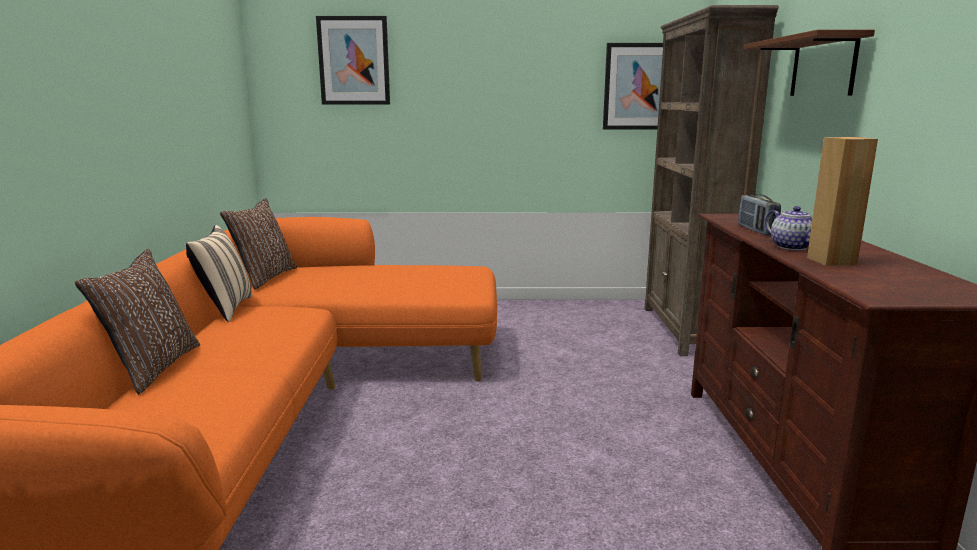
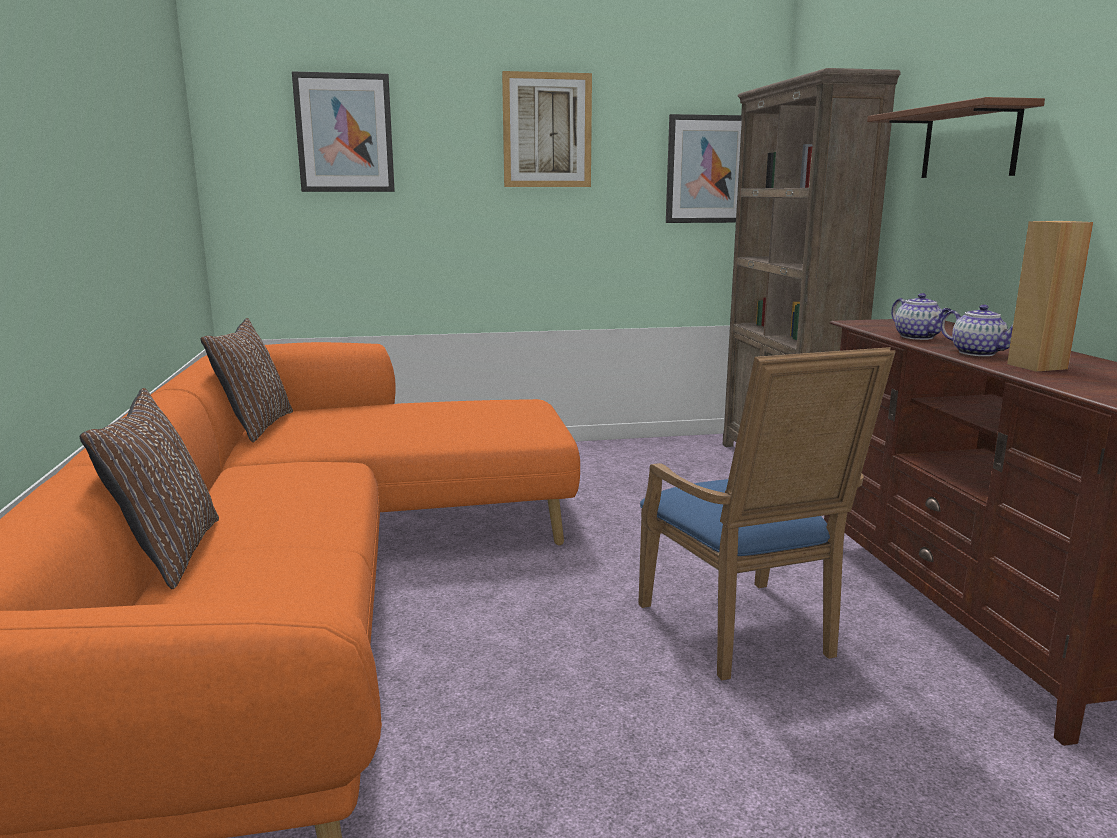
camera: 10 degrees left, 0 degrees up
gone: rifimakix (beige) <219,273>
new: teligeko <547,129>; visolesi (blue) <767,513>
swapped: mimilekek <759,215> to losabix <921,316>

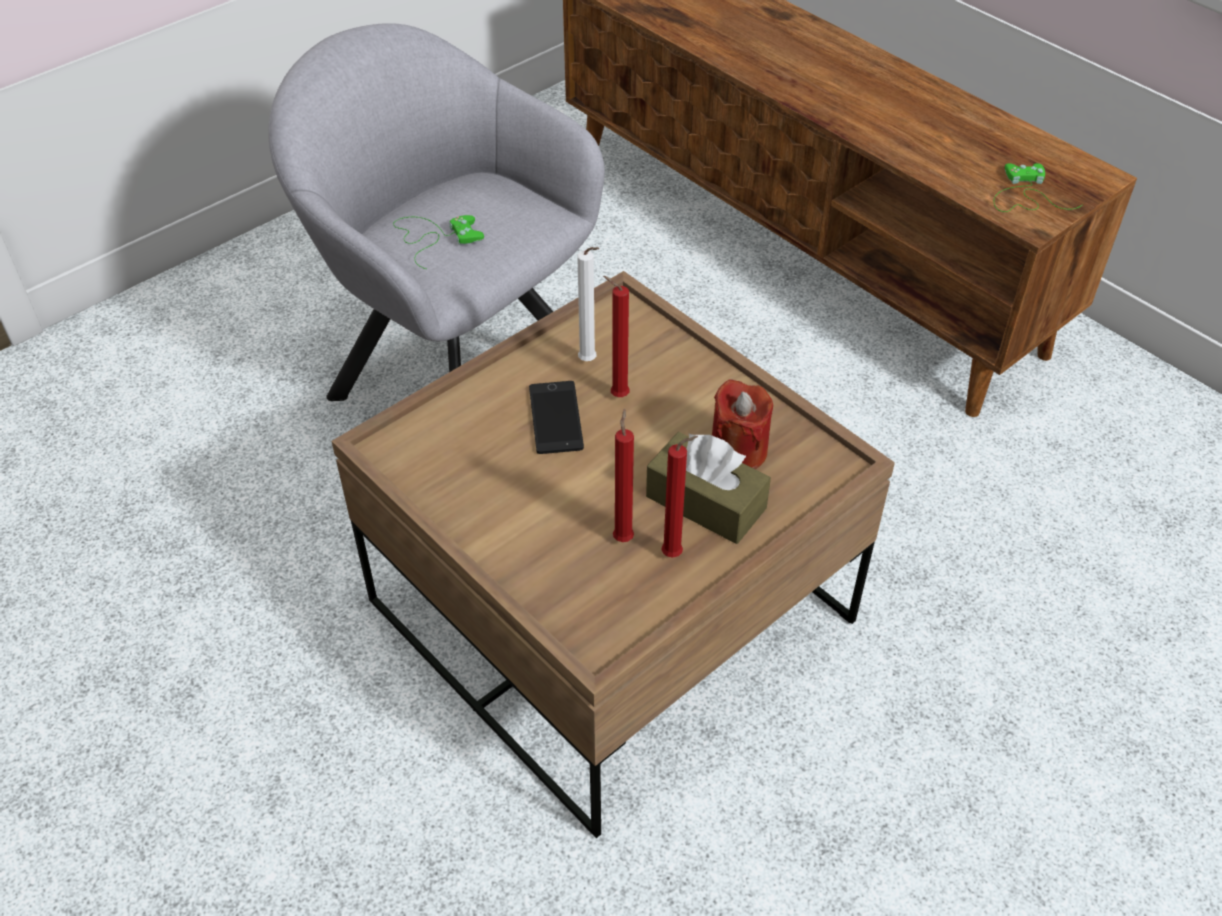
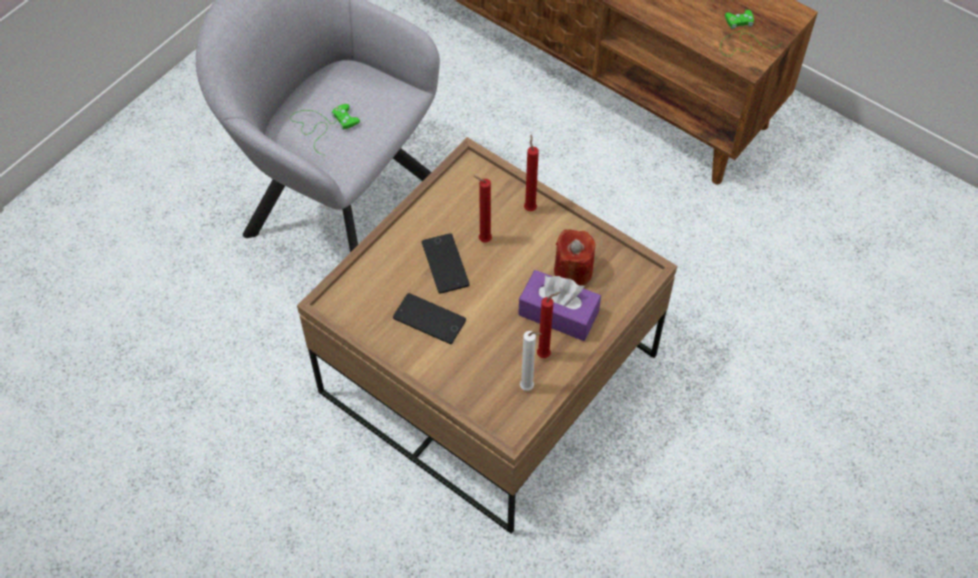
camera: 10 degrees left, 10 degrees up
new: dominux <429,318>
shifted: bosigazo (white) <588,304> to <531,361>; bosigazo (red) <623,475> to <531,173>
repainted: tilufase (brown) <708,488> to tilufase (purple) <559,305>

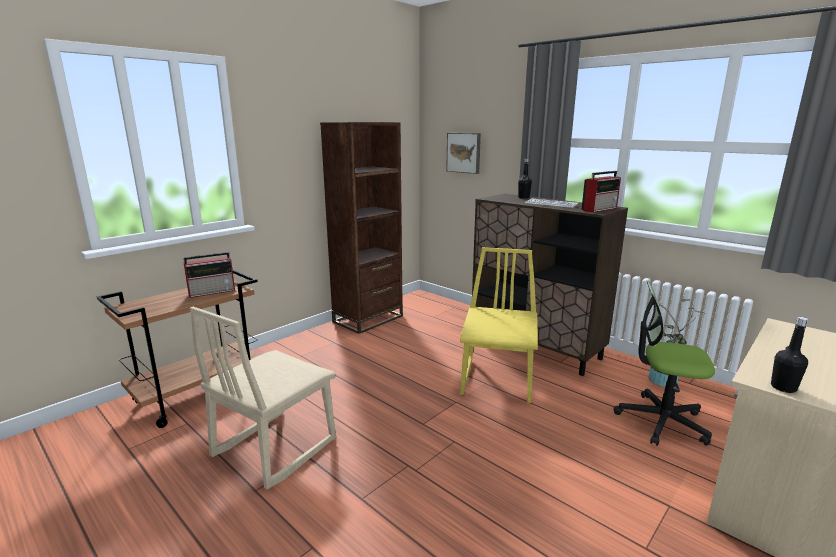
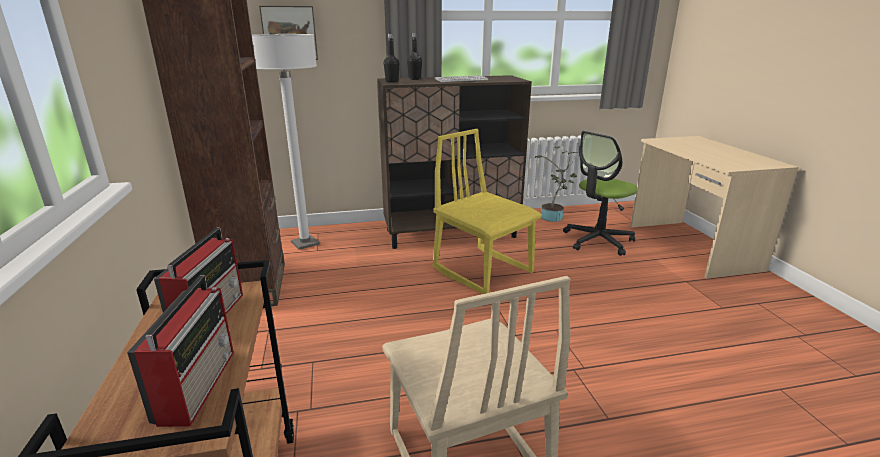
camera: 55 degrees left, 5 degrees up
new: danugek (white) <286,141>
shifted: mimilekek <601,192> to <180,351>; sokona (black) <789,355> to <391,58>

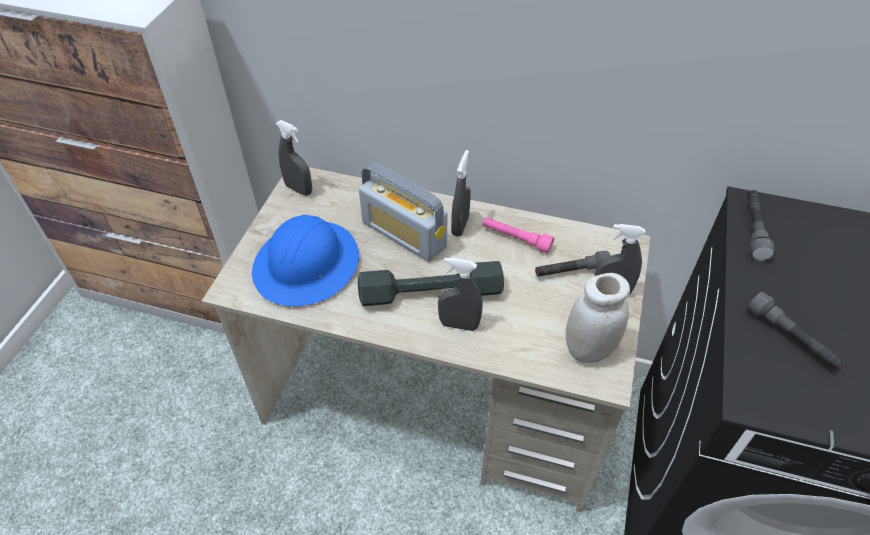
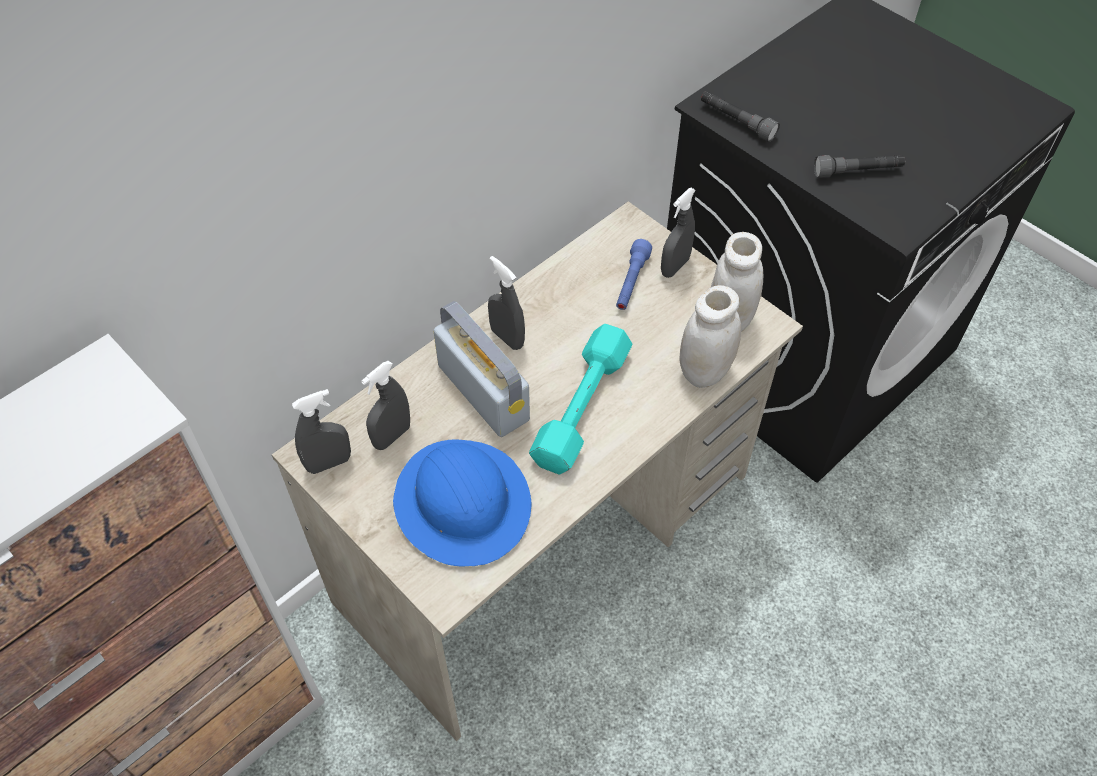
camera: 60 degrees left, 5 degrees up
gone: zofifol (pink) <518,235>
new: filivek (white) <710,336>
shifted: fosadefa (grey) <460,294> to <385,405>
repainted: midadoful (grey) <431,283> to midadoful (turquoise) <580,399>; zofifol (grey) <573,263> to zofifol (blue) <634,274>
rotated: mimilekek <403,212> = <481,369> 105 degrees counterclockwise

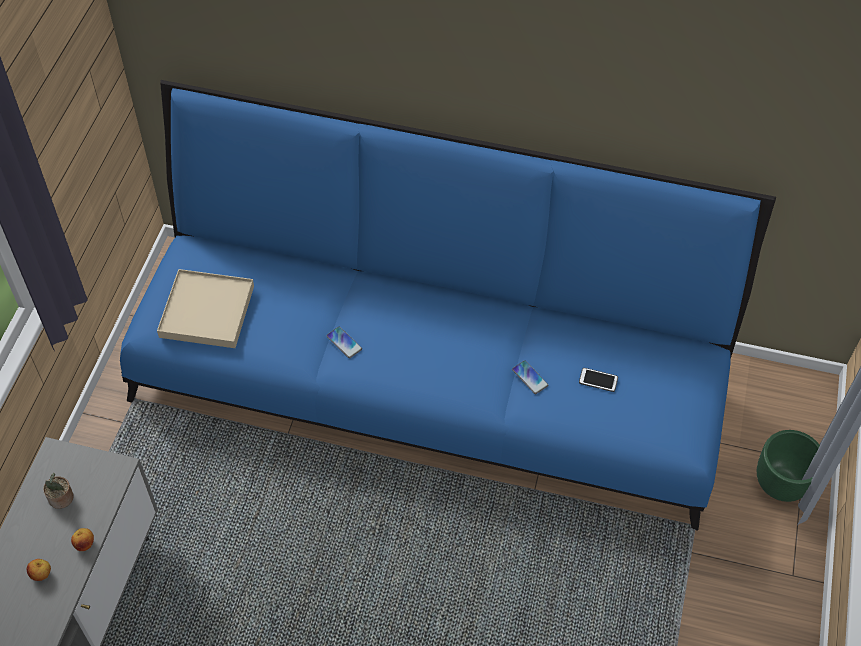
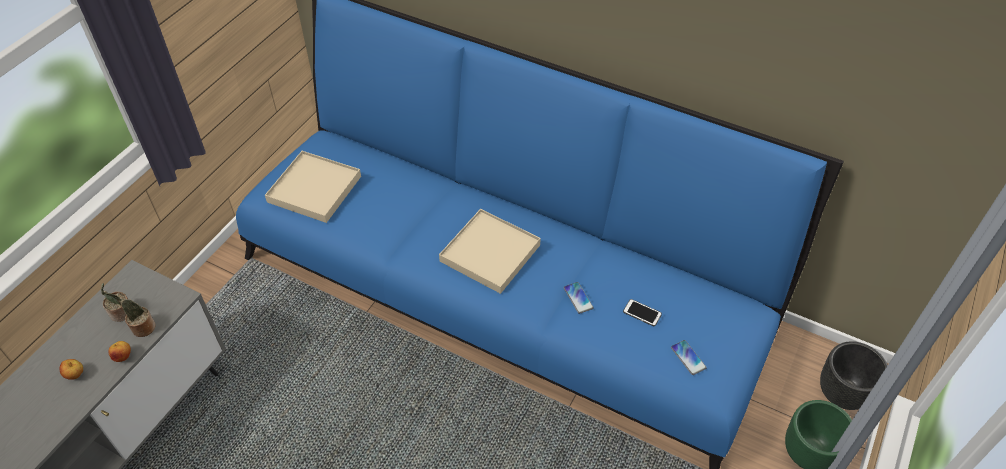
camera: 15 degrees right, 5 degrees down
new: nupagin <131,315>; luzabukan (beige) <490,251>; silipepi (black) <854,375>
shifted: dominux <344,342> to <689,357>

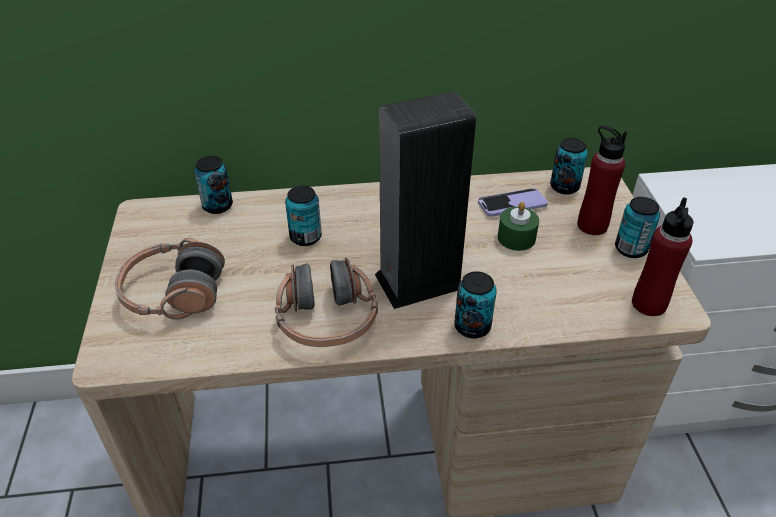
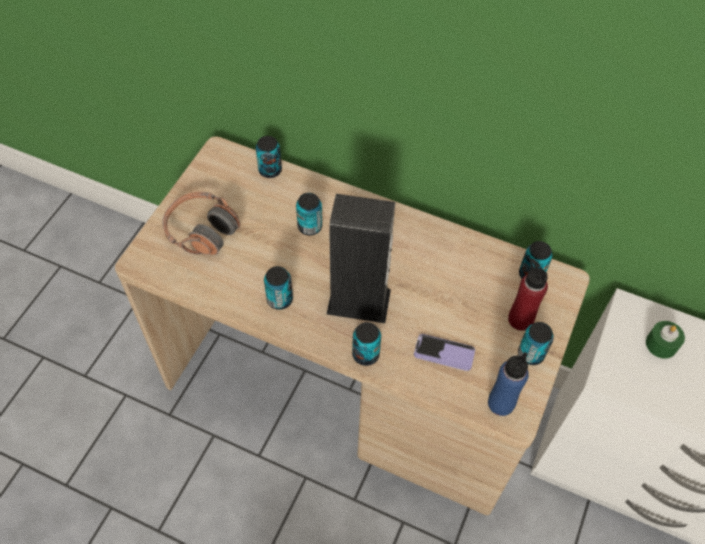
camera: 30 degrees right, 15 degrees up
shifted: dominux <513,202> to <444,352>; bosigazo (green) <518,226> to <665,340>
swapped: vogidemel <326,302> to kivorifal <278,288>
repainted: sokona (red) <663,256> to sokona (blue) <508,384>

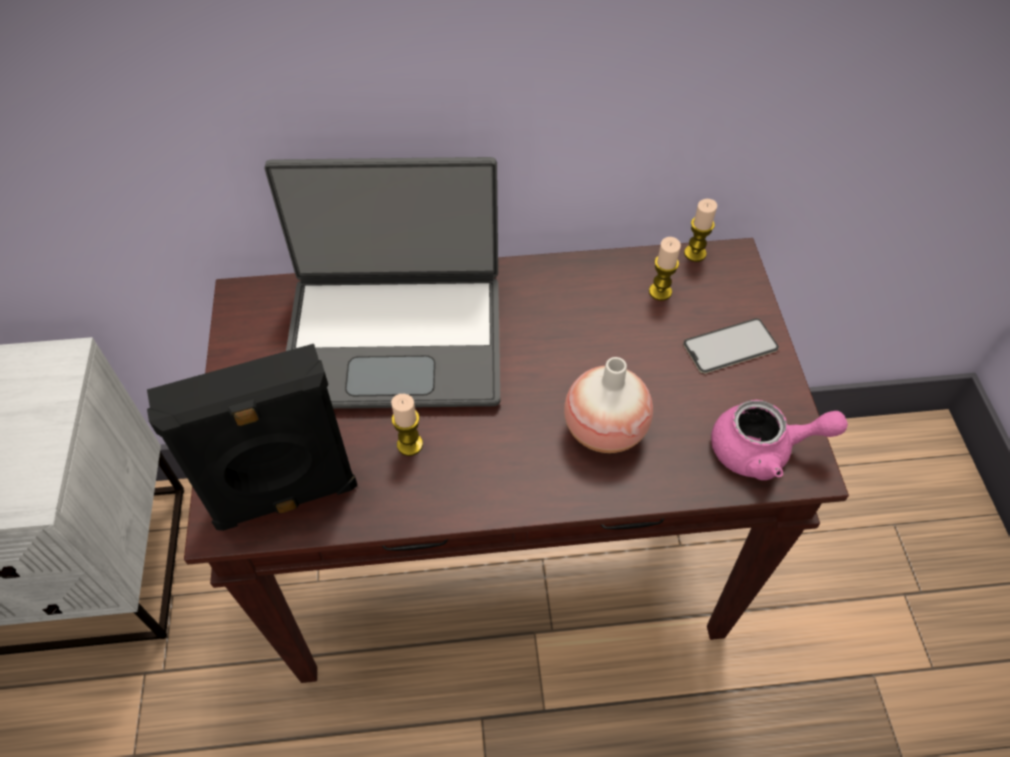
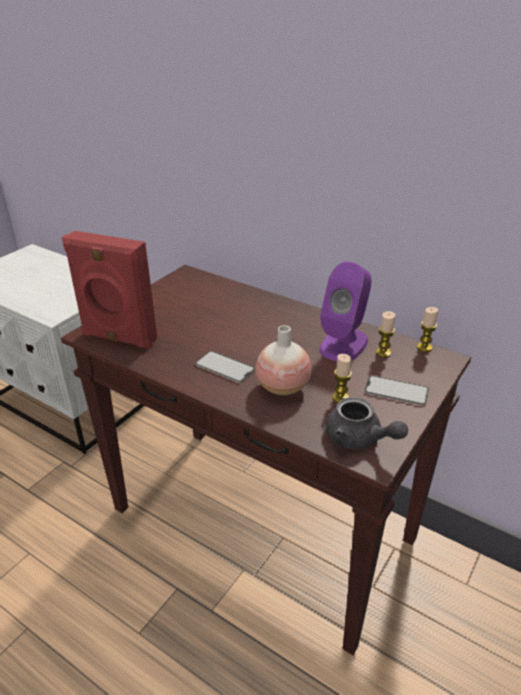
camera: 40 degrees right, 20 degrees down
gone: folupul <382,283>
new: dominux <225,367>; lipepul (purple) <345,311>
shifted: bosigazo <407,425> to <342,378>
repainted: lipepul (black) <252,437> to lipepul (red) <110,290>; losabix (pink) <779,440> to losabix (grey) <367,423>

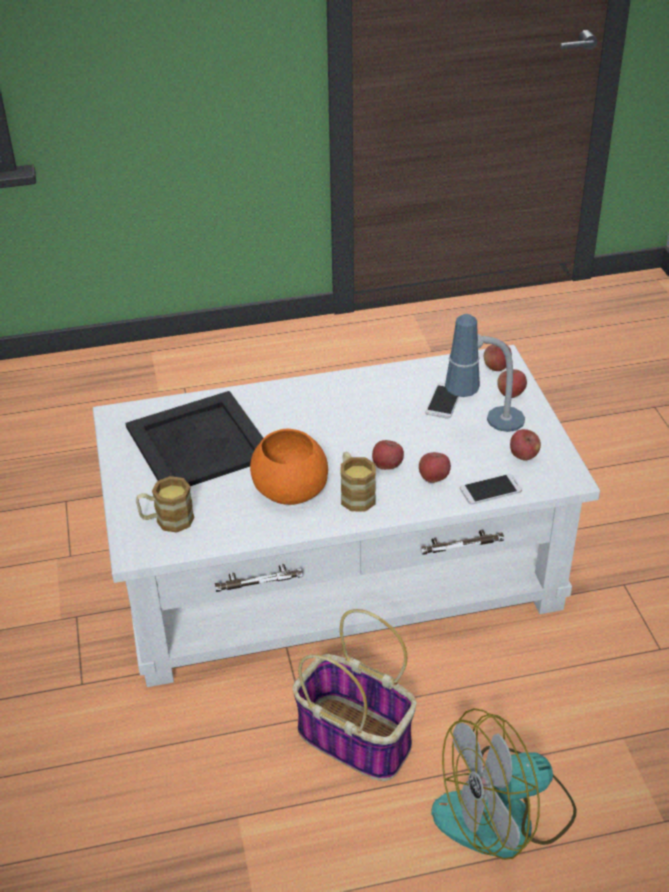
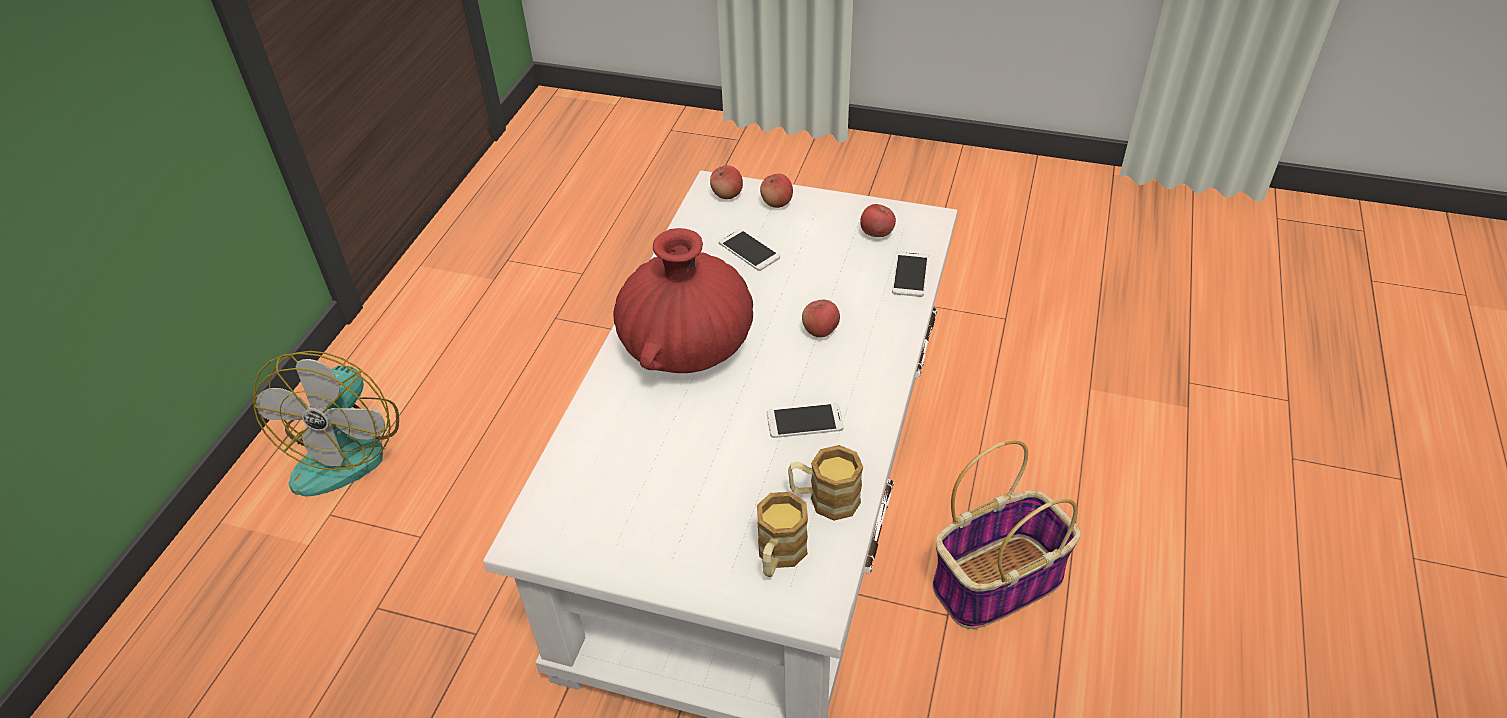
camera: 60 degrees left, 5 degrees up
gone: luzabukan (black) <195,438>; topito <435,467>; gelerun <485,373>
new: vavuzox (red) <683,300>
shifted: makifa <358,481> to <825,483>; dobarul <504,784> to <326,423>
swapped: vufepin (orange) <289,467> to dominux <805,420>

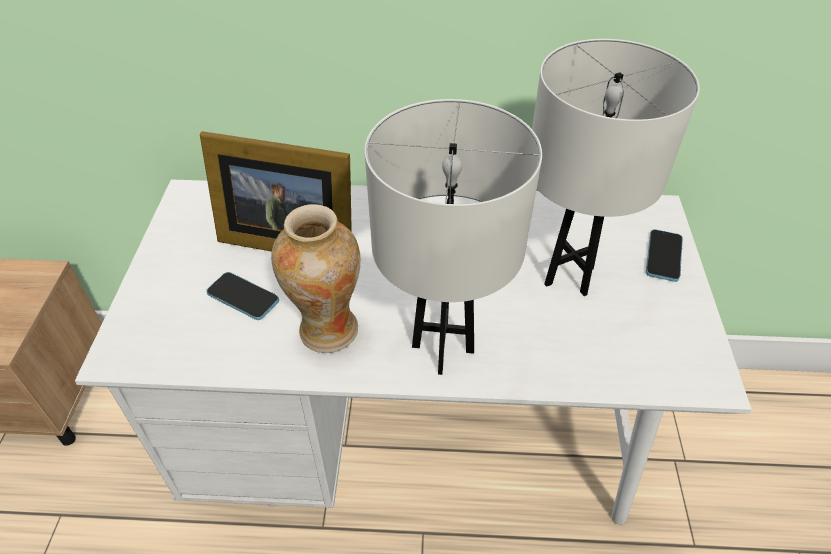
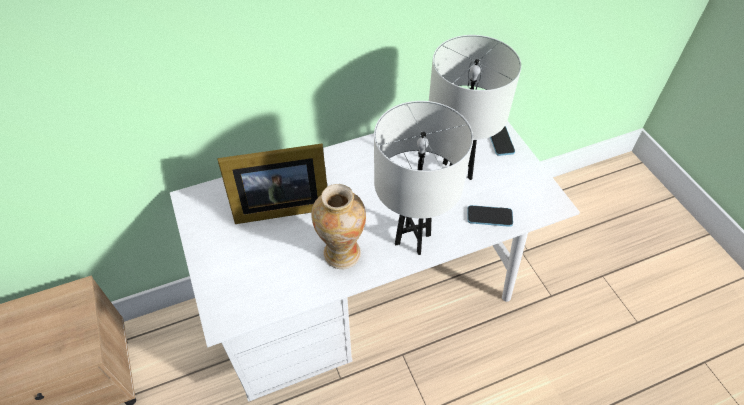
camera: 25 degrees left, 5 degrees up
shifted: dominux <242,296> to <490,216>

